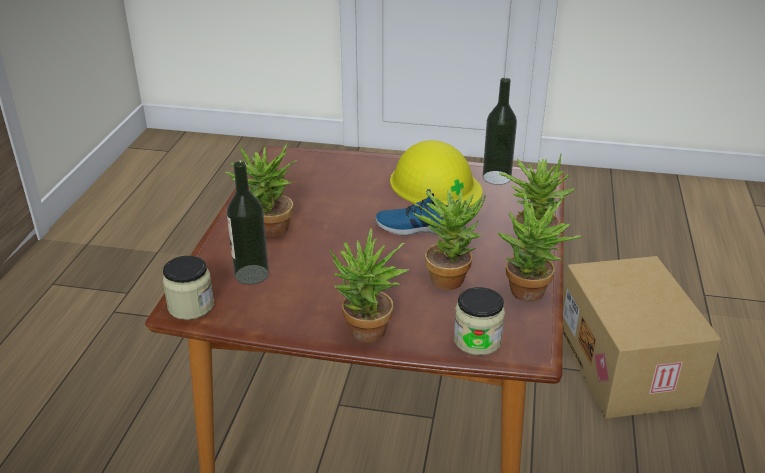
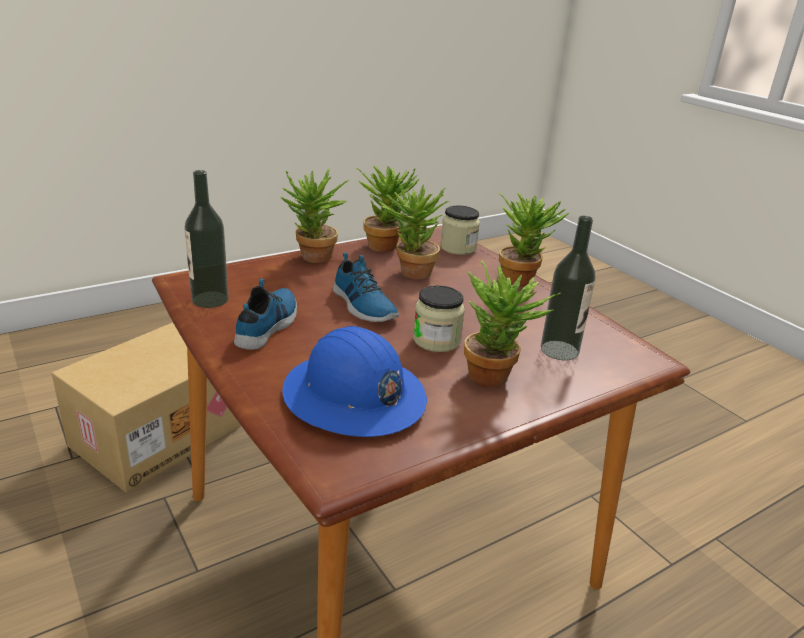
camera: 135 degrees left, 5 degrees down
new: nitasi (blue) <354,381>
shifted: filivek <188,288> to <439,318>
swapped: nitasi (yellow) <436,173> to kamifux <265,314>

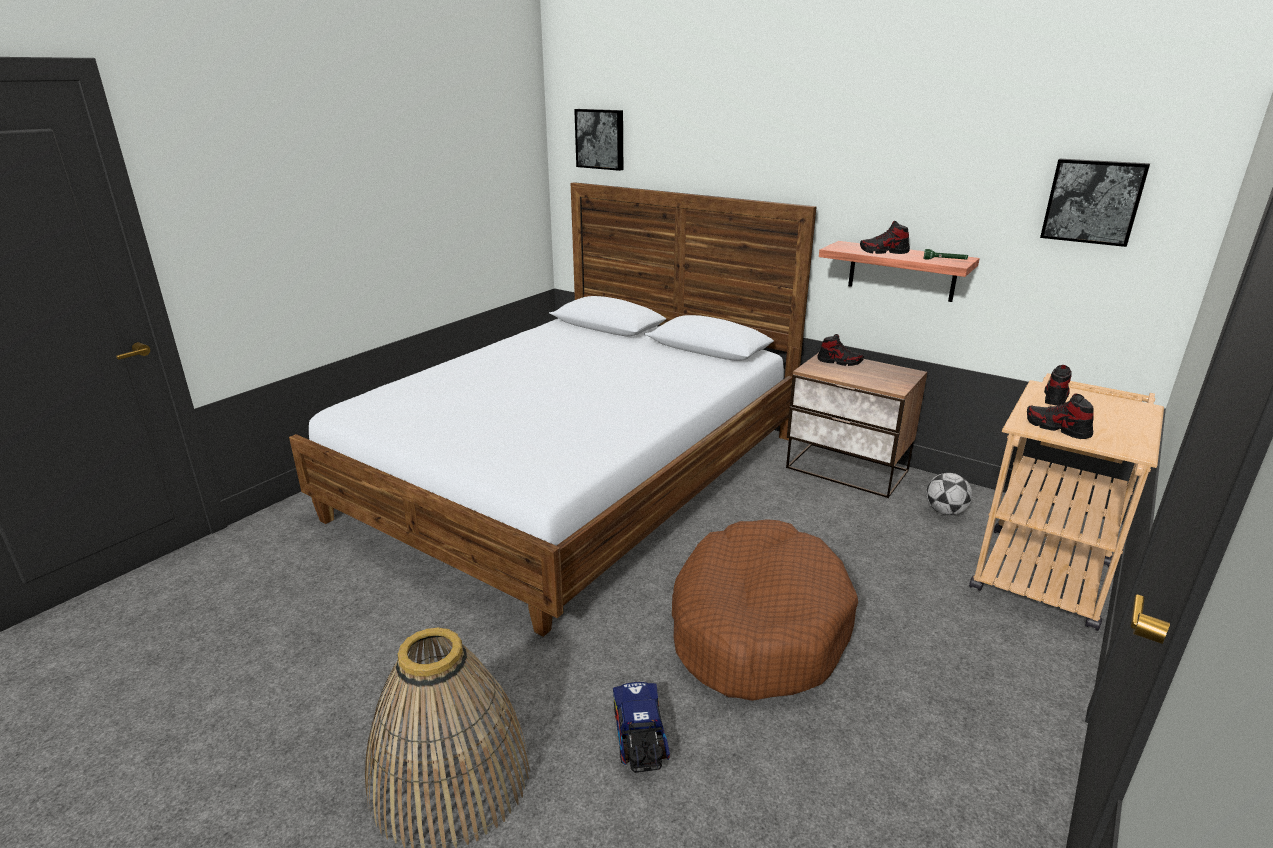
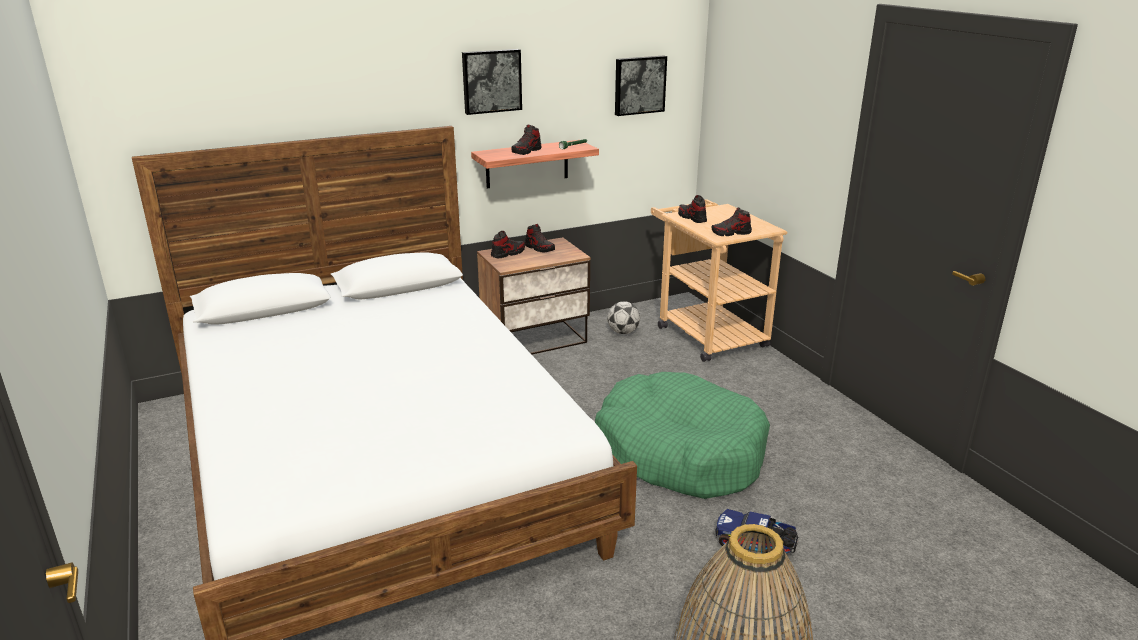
camera: 60 degrees left, 0 degrees up
new: kamifux <540,238>
shifted: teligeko <598,140> to <492,82>
repainted: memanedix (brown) <765,610> to memanedix (green) <682,435>

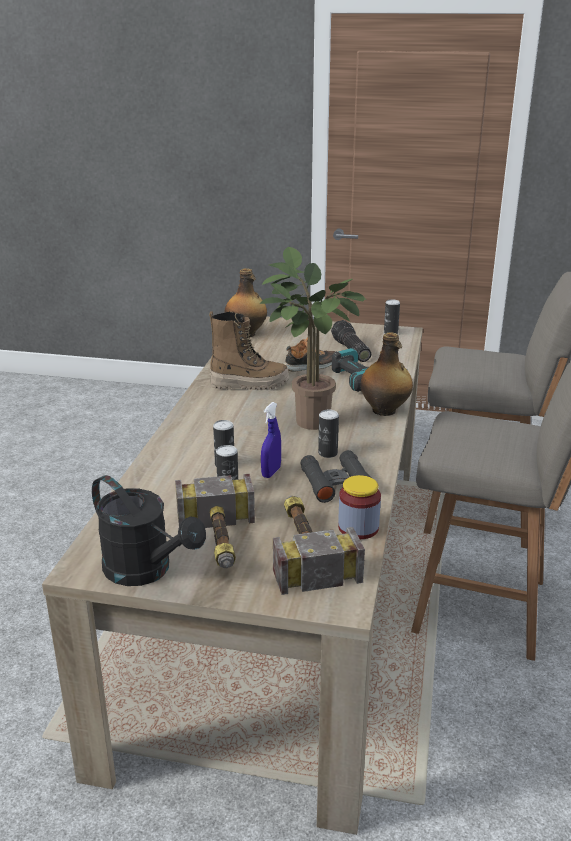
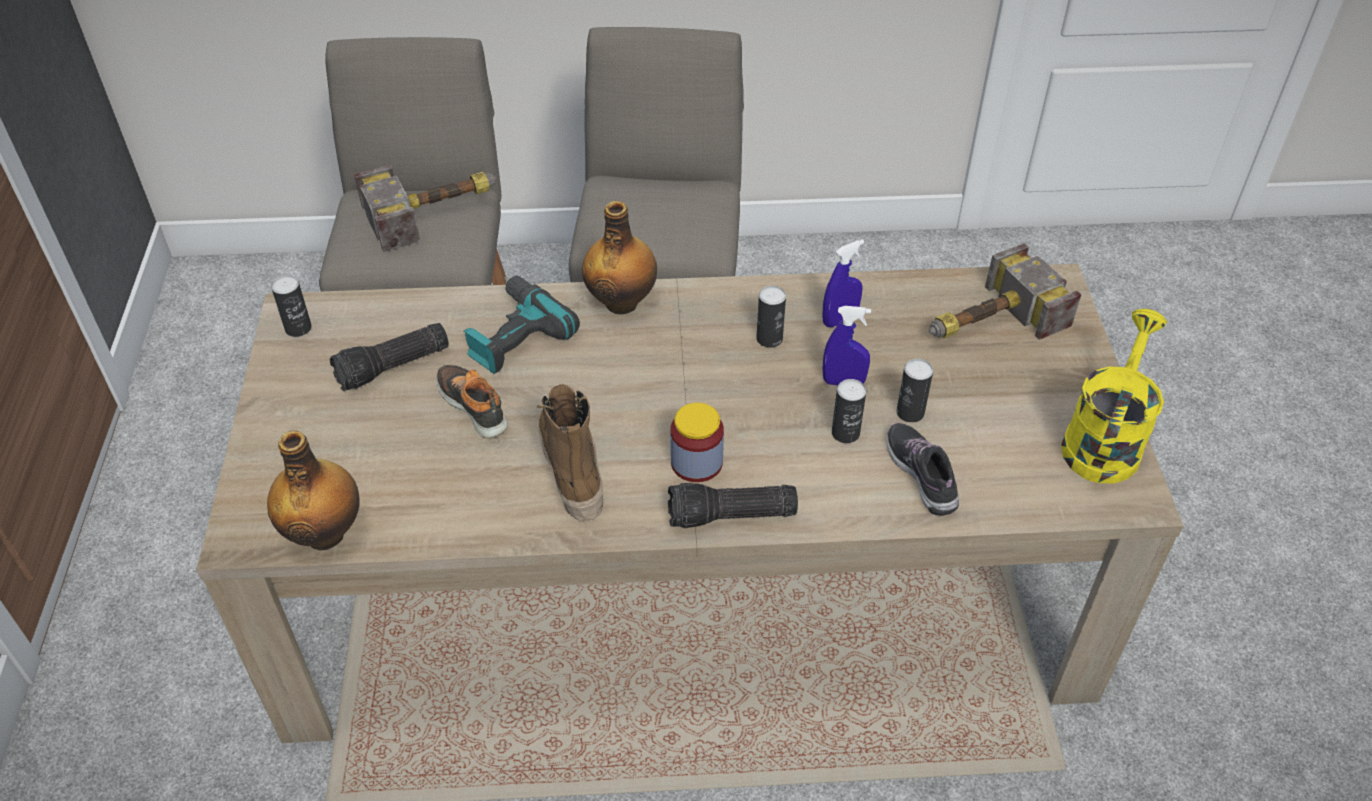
camera: 105 degrees left, 20 degrees up
gone: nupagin <313,338>
new: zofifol <733,505>; kamifux <923,469>
shifted: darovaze <215,521> to <425,208>; filivek <359,507> to <697,442>
swapped: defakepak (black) <336,476> to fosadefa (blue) <843,283>
repainted: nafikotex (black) <149,530> to nafikotex (yellow) <1114,396>

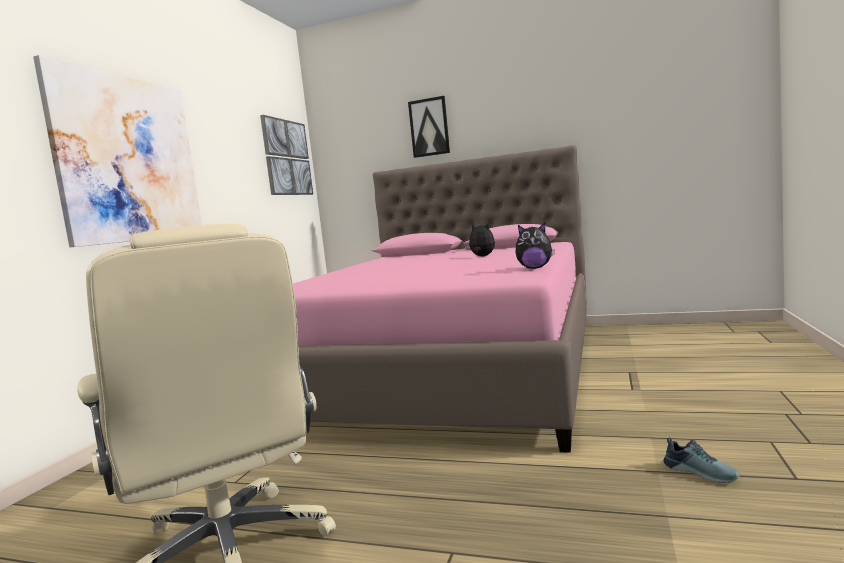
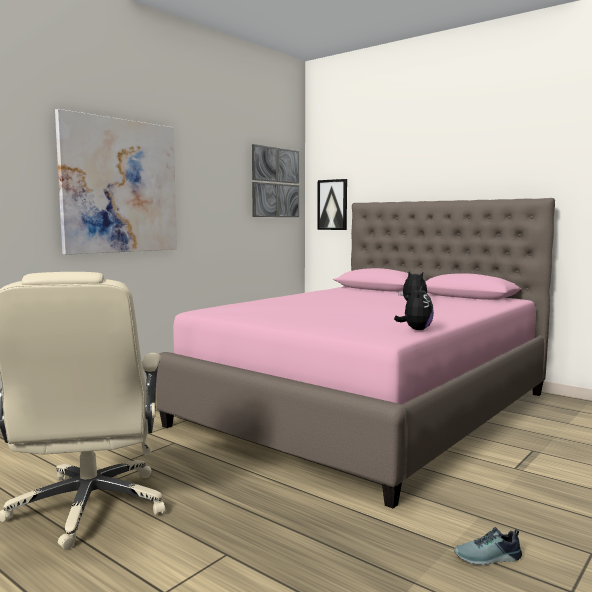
camera: 20 degrees right, 0 degrees up
shifted: teligeko <429,127> to <332,204>
rotated: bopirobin <535,246> = <414,308> 105 degrees counterclockwise; kamifux <702,460> = <488,546> 105 degrees clockwise

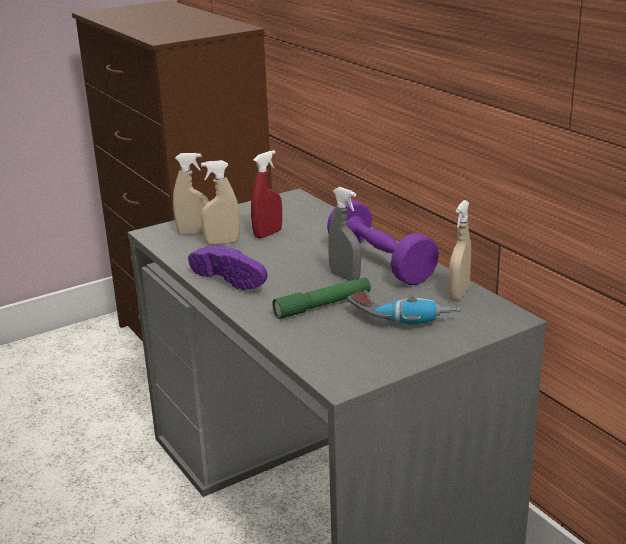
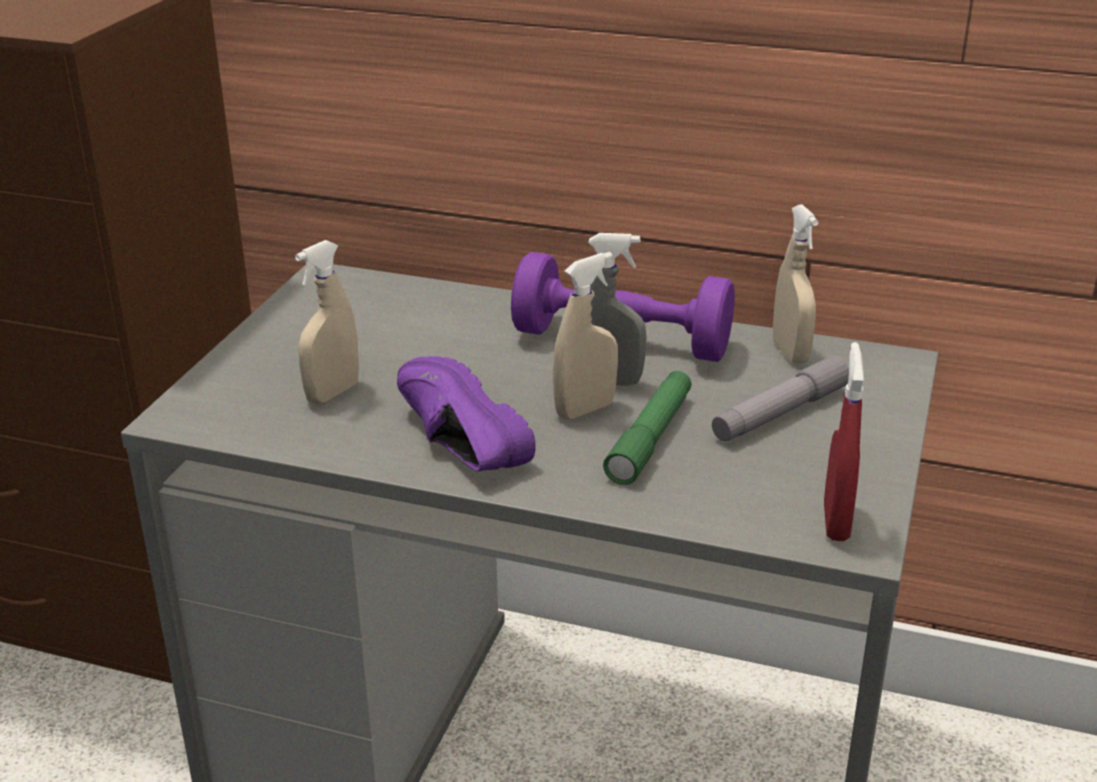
camera: 40 degrees left, 5 degrees up
shifted: fosadefa (beige) <191,194> to <585,335>; fosadefa (red) <266,194> to <844,441>
swapped: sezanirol <404,307> to zofifol (grey) <780,399>
rotated: kamifux (purple) <227,268> = <466,413> 135 degrees counterclockwise

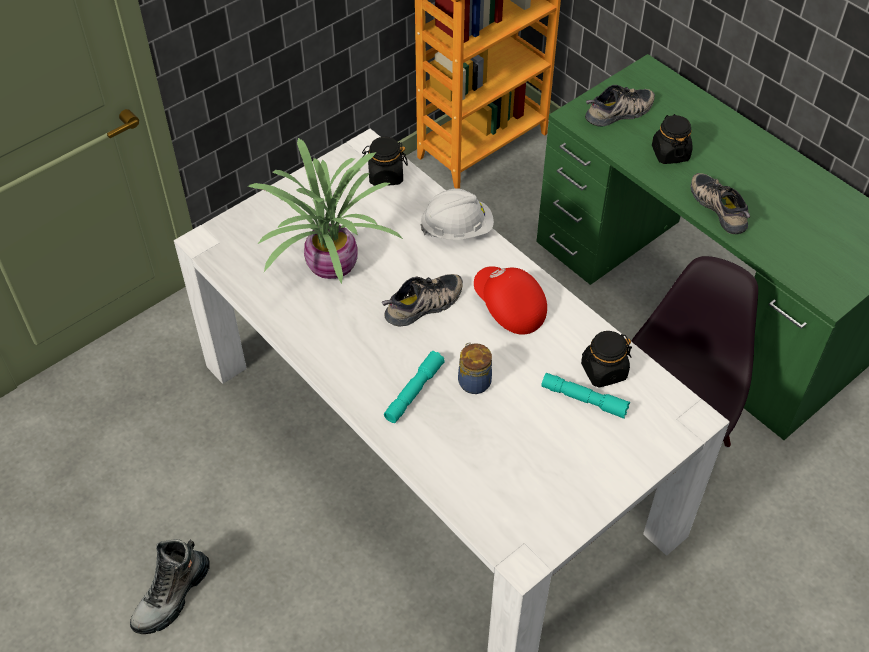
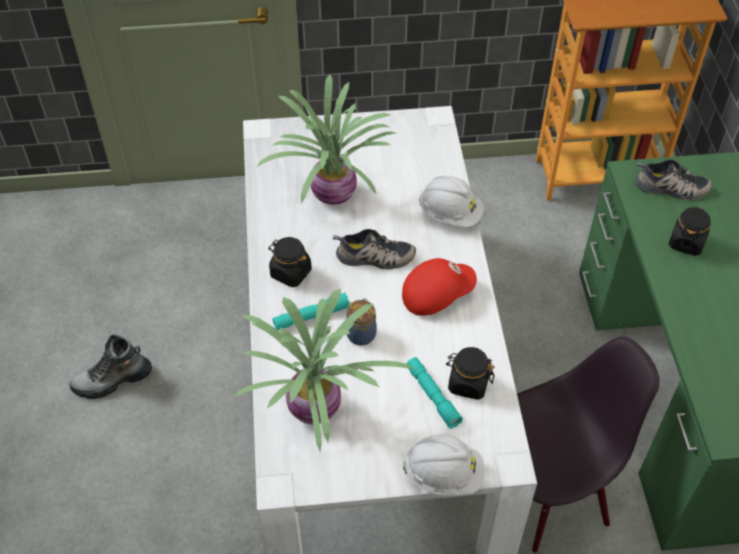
camera: 35 degrees right, 0 degrees up
gone: kamifux <720,203>
new: nupagin <324,370>; nitasi (white) <444,464>
shifted: filivek (black) <385,161> to <290,262>
rotated: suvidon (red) <510,300> = <439,287> 75 degrees clockwise

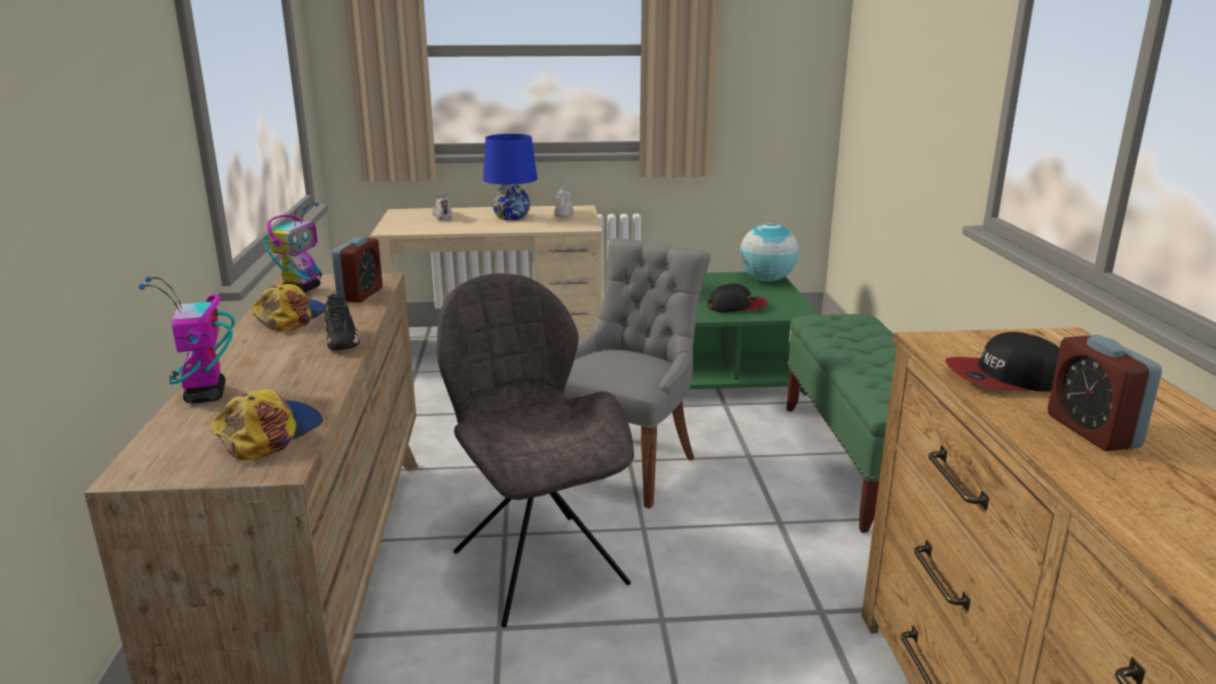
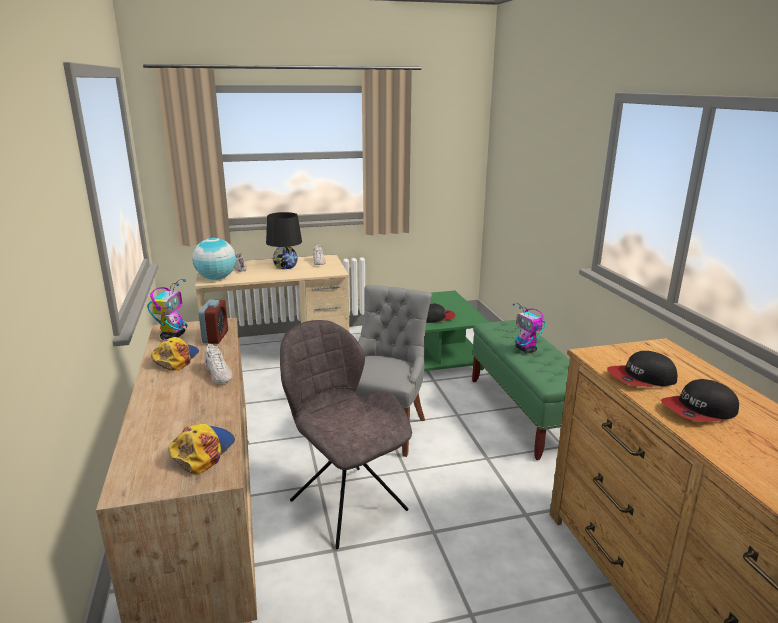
camera: 10 degrees left, 0 degrees up
shifted: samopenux <186,339> to <529,328>; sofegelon <769,252> to <214,259>
swapped: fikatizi <1104,393> to suvidon <700,400>
repainted: kamifux (black) <342,322> to kamifux (white) <218,363>; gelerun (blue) <510,177> to gelerun (black) <284,240>

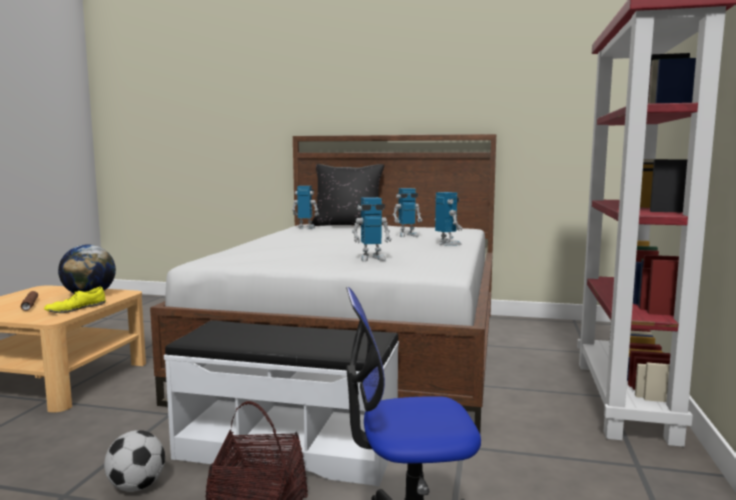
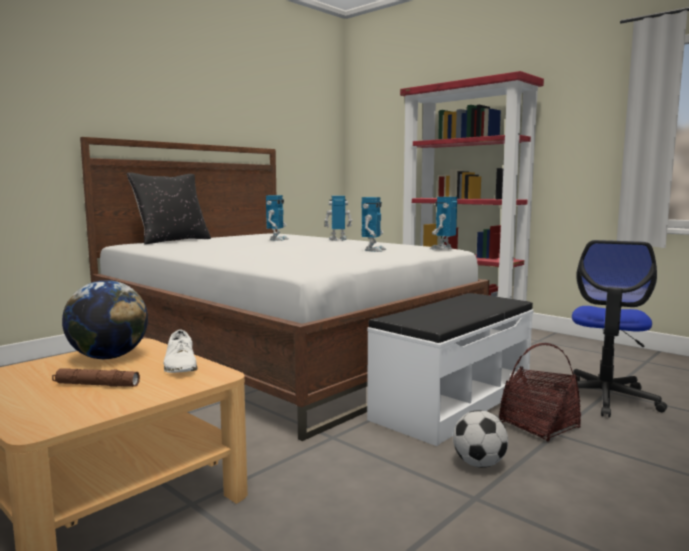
camera: 60 degrees left, 0 degrees up
shifted: samopenux <305,207> to <443,223>
repainted: kamifux (yellow) <75,300> to kamifux (white) <180,351>

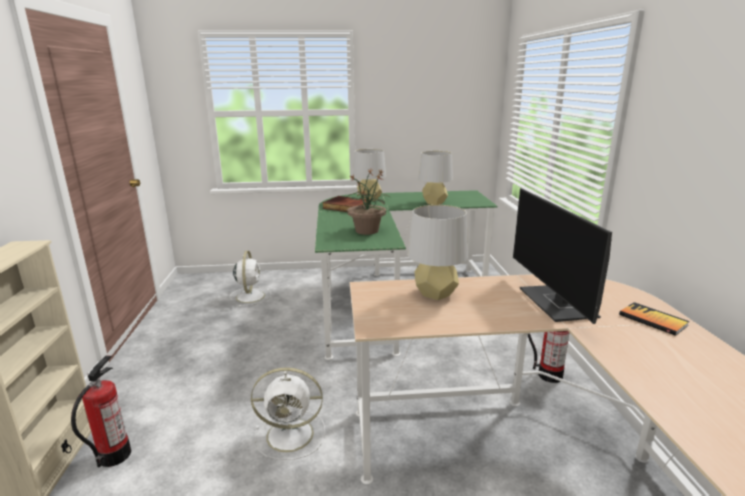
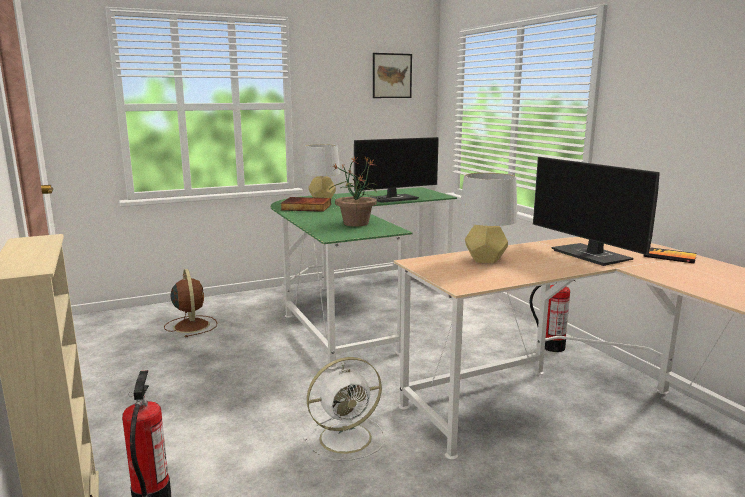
camera: 20 degrees left, 5 degrees down
new: teligeko <392,75>
swapped: gelerun (grey) <435,178> to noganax <396,170>
repainted: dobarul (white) <250,279> to dobarul (brown) <190,303>

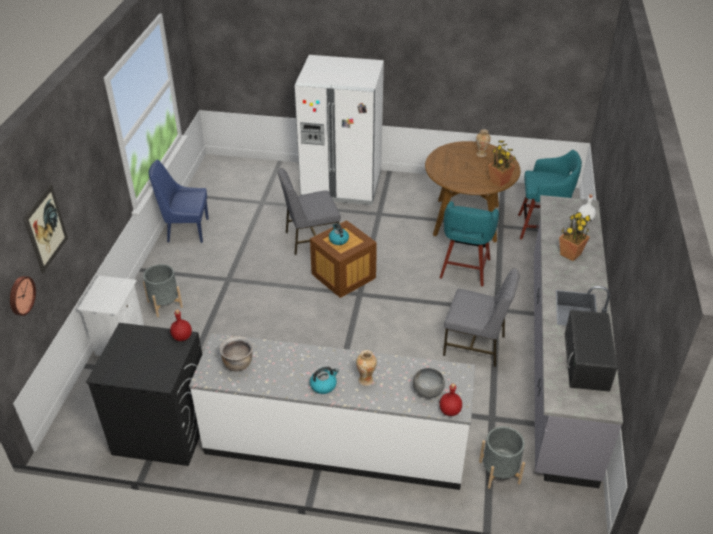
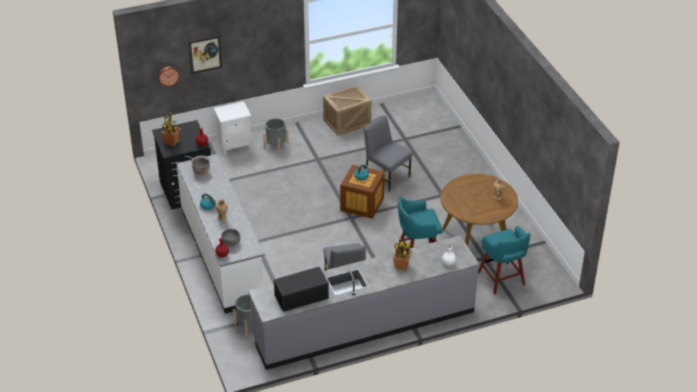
camera: 60 degrees right, 0 degrees up
gone: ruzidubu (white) <339,130>
shifted: nupagin <502,164> to <171,128>
swapped: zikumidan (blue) <179,201> to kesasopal <347,110>

